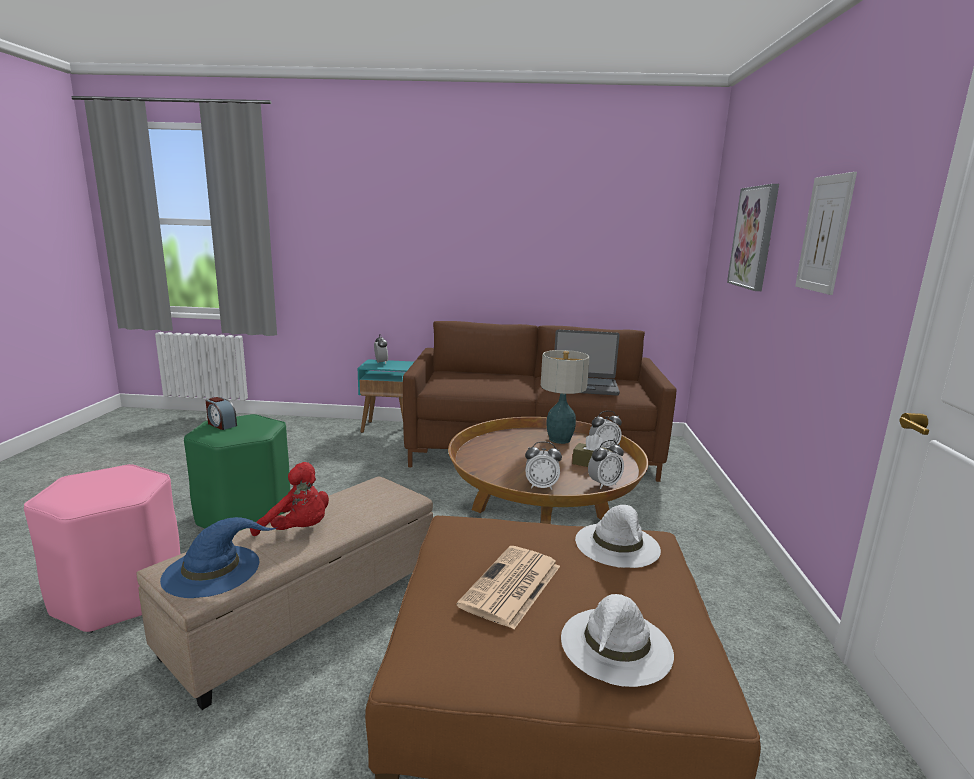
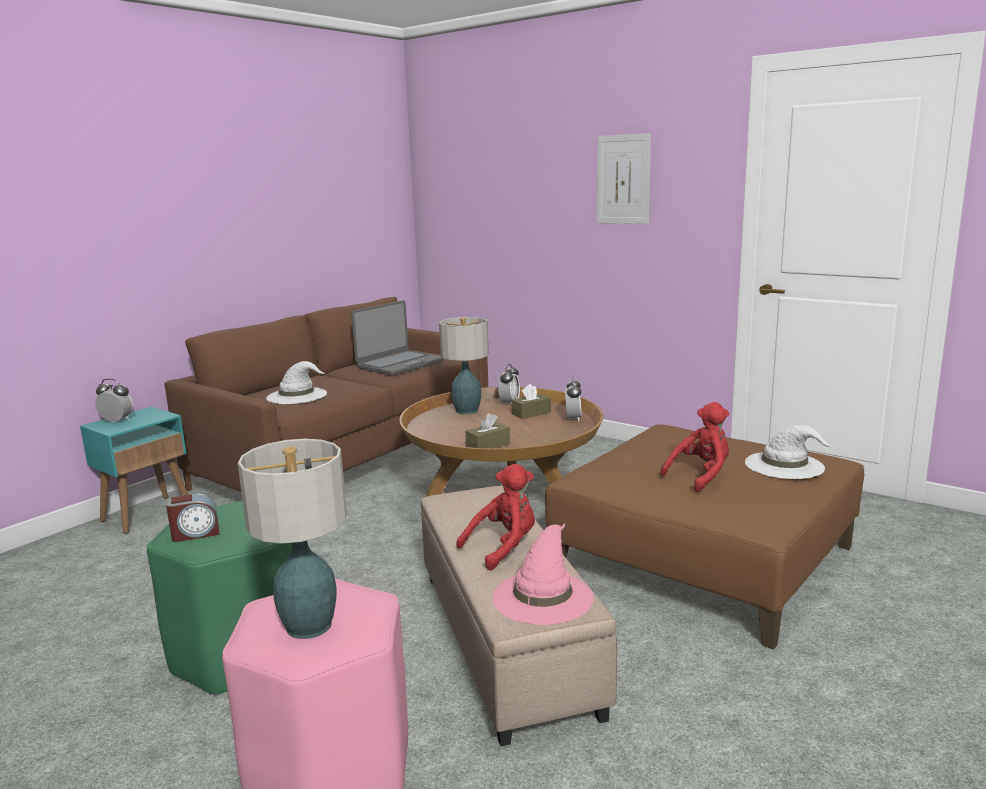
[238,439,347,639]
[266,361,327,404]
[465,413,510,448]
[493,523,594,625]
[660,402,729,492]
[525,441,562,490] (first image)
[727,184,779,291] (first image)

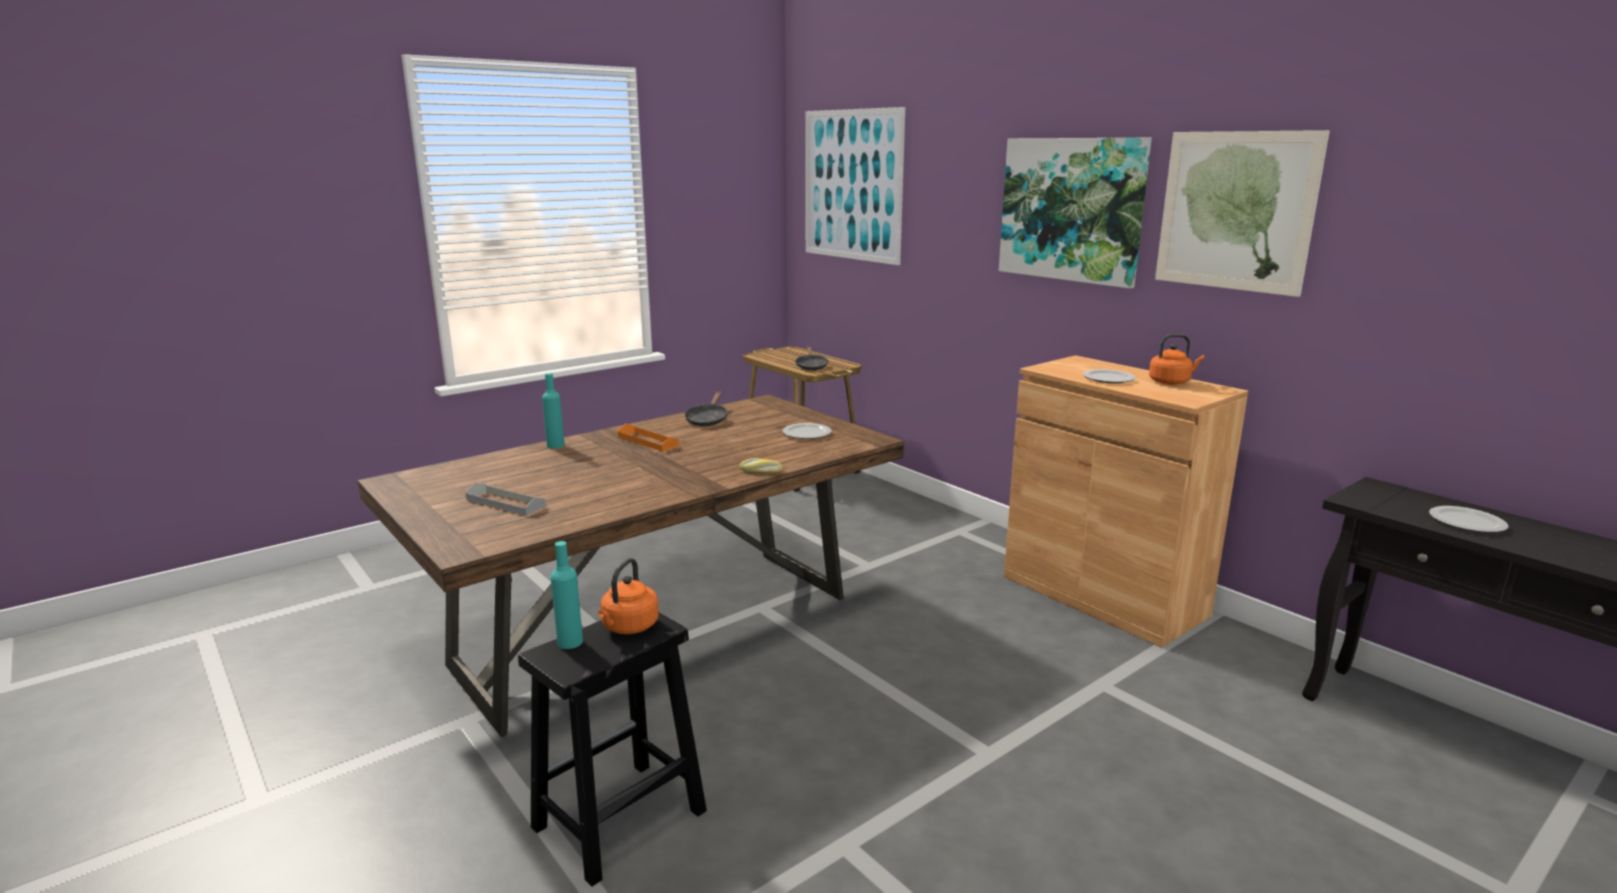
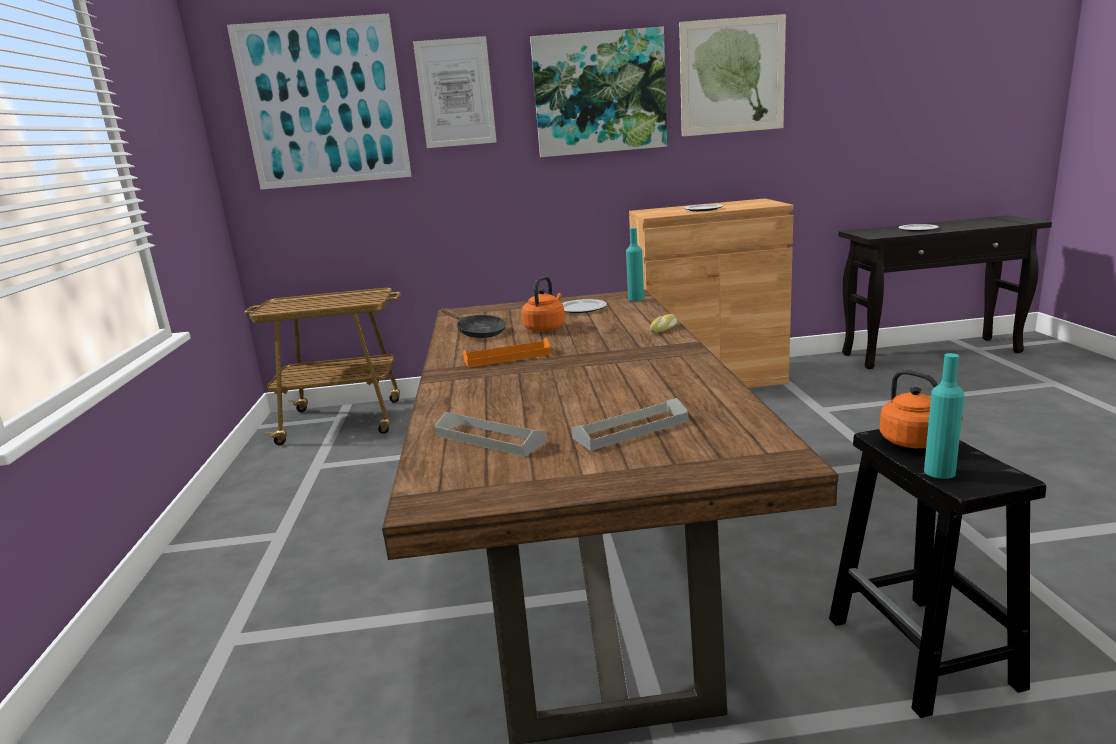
[413,36,497,148]
[435,412,546,457]
[522,276,565,332]
[626,228,644,301]
[795,346,829,370] (first image)

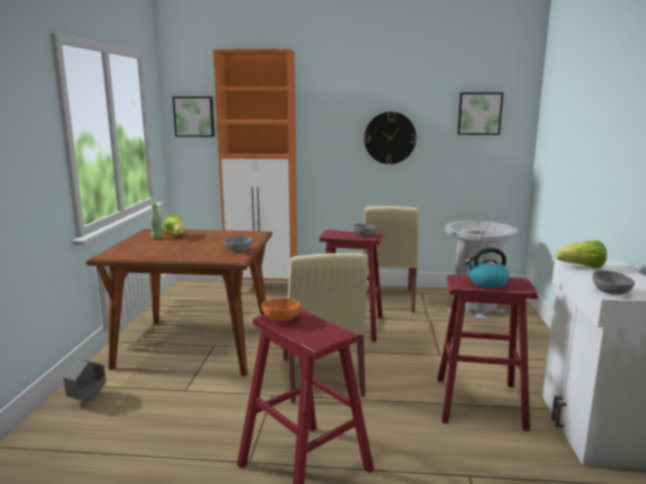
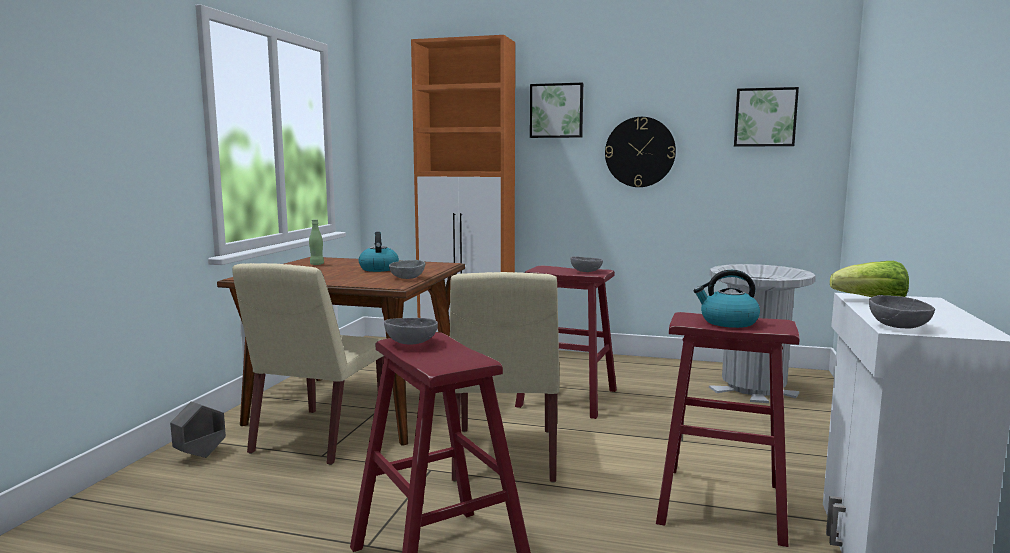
[232,263,384,465]
[359,232,399,272]
[384,318,438,344]
[530,83,583,138]
[163,215,184,235] (first image)

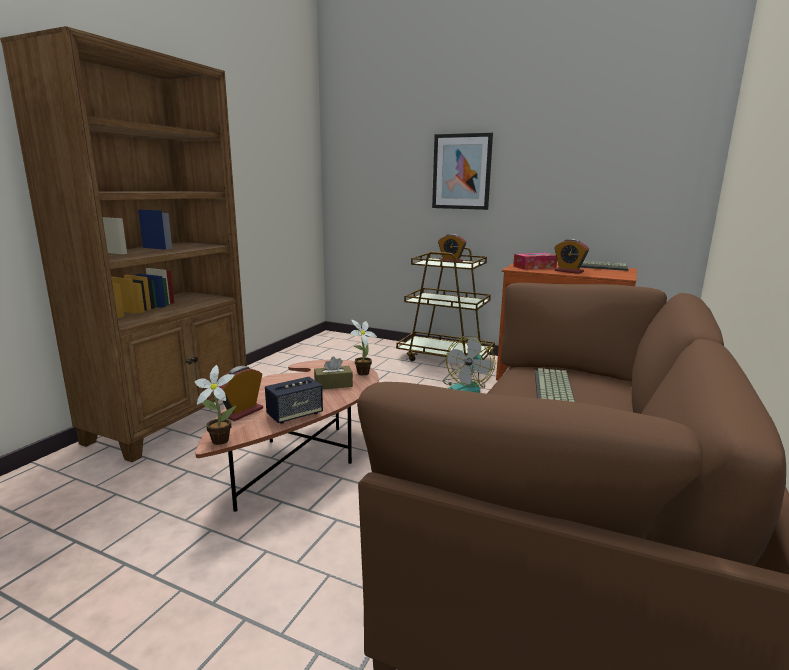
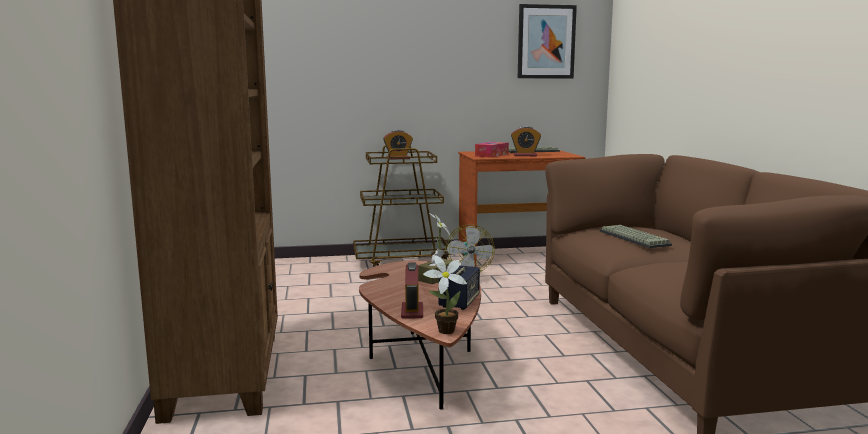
[518,4,577,78]

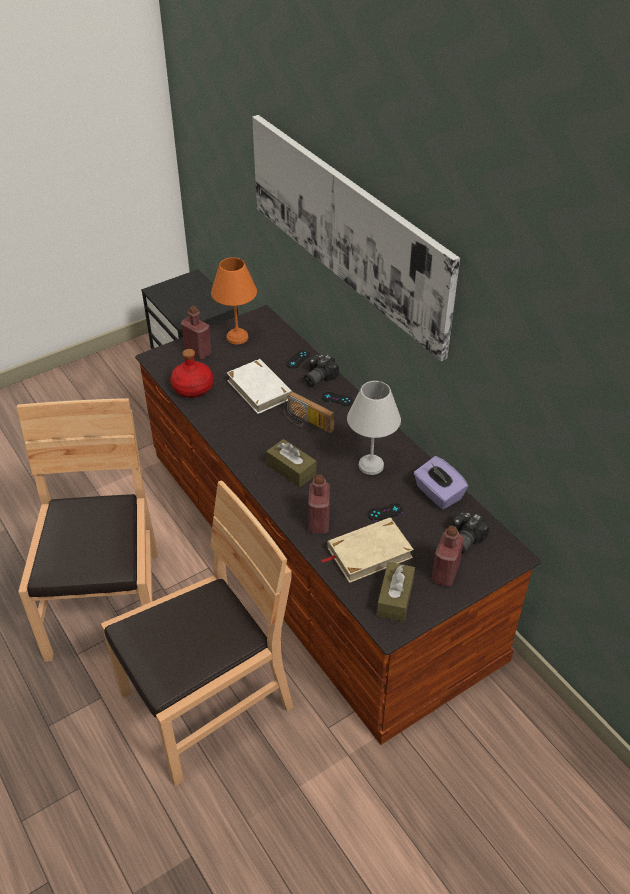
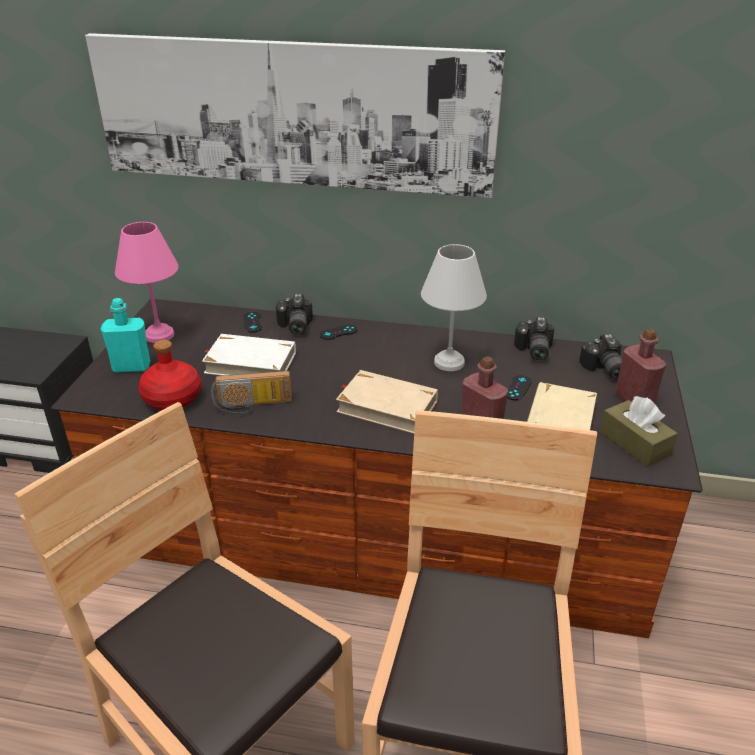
[100,298,150,373]
[115,222,179,343]
[211,371,292,416]
[336,370,438,434]
[514,317,554,361]

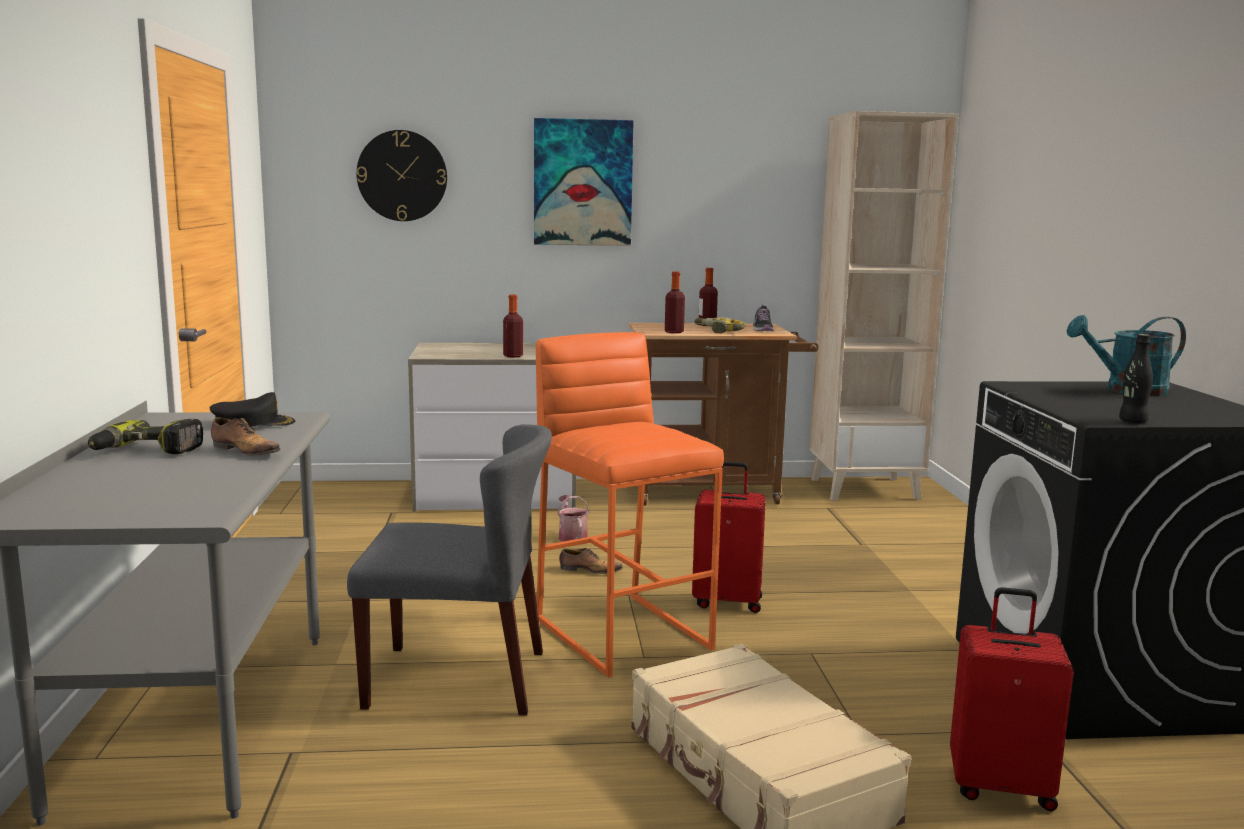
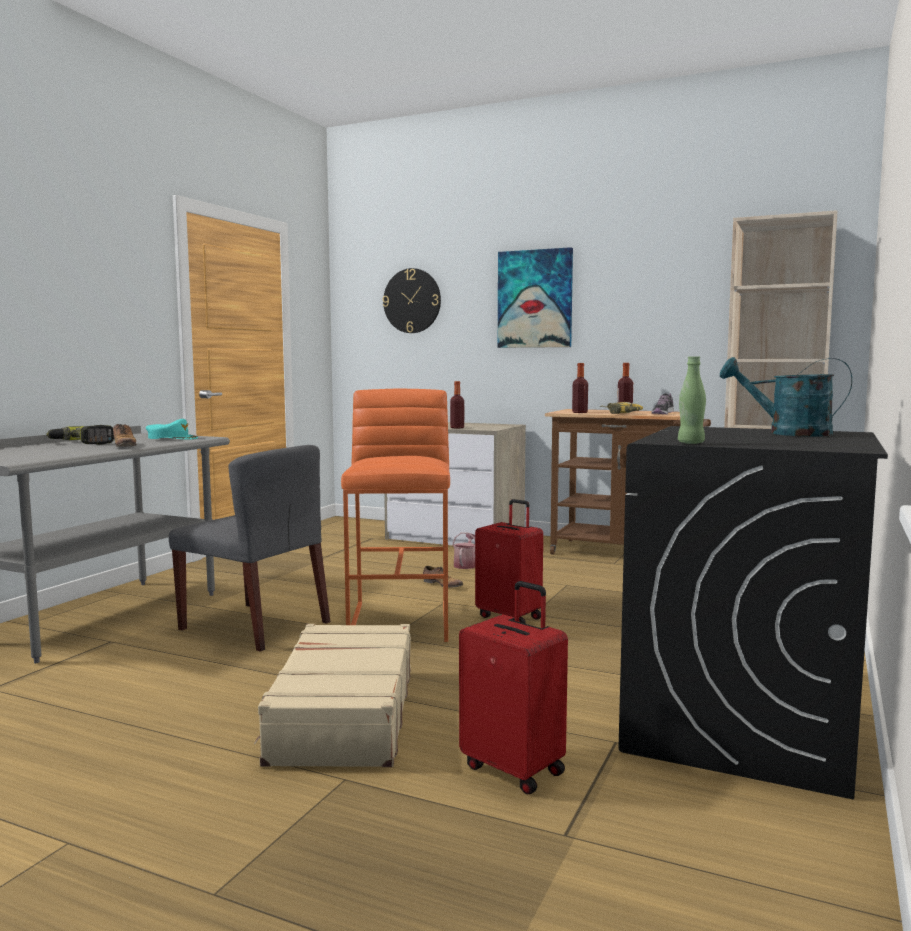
[146,419,198,440]
[678,357,706,444]

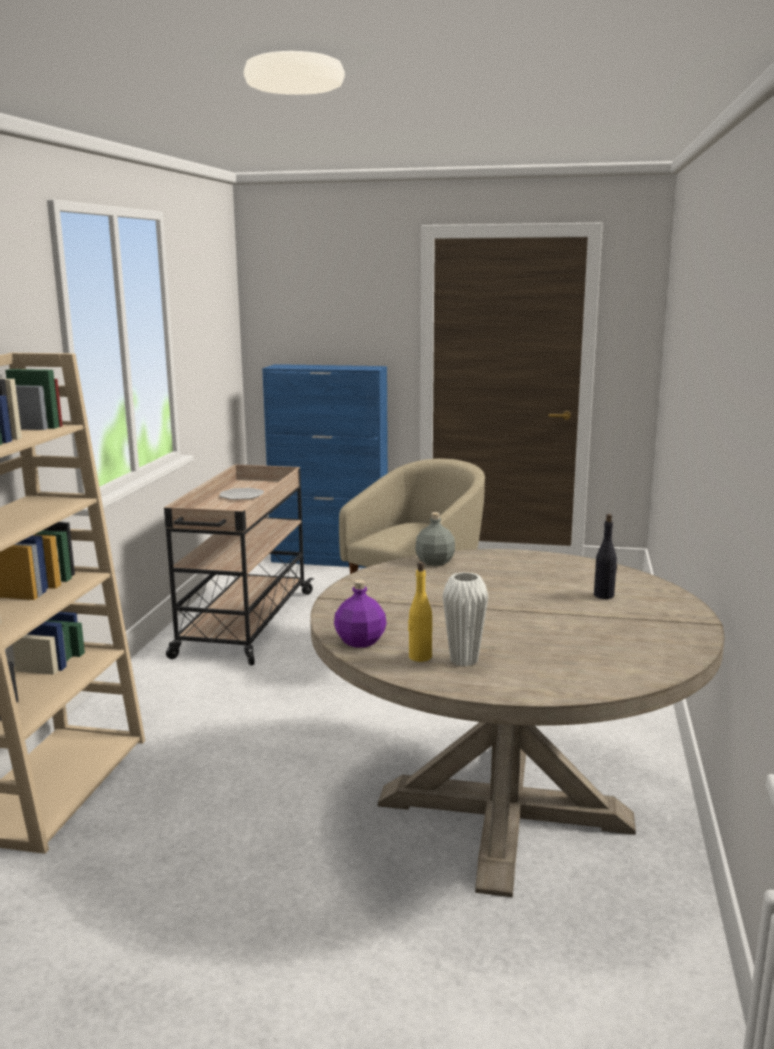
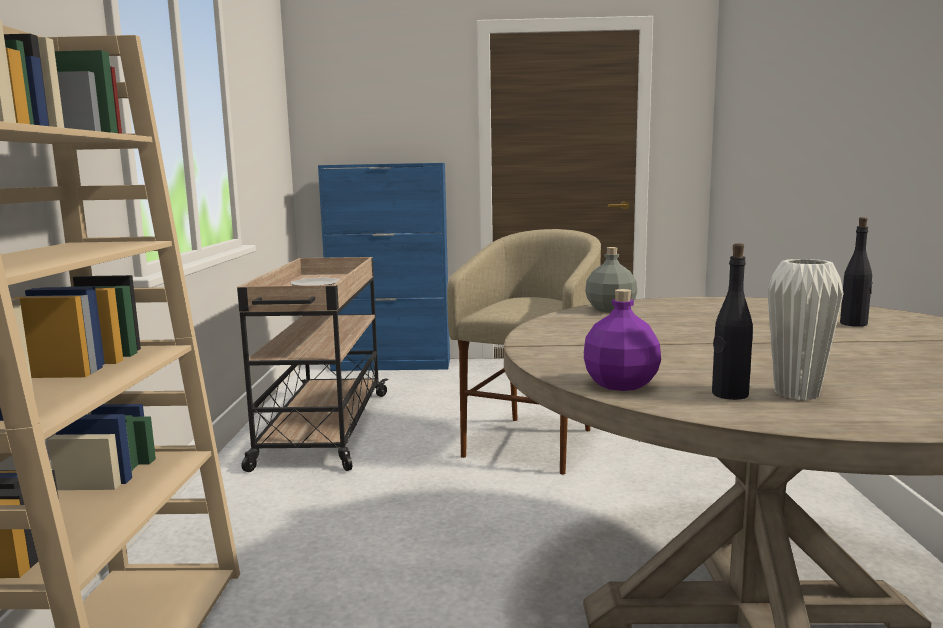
[712,243,753,400]

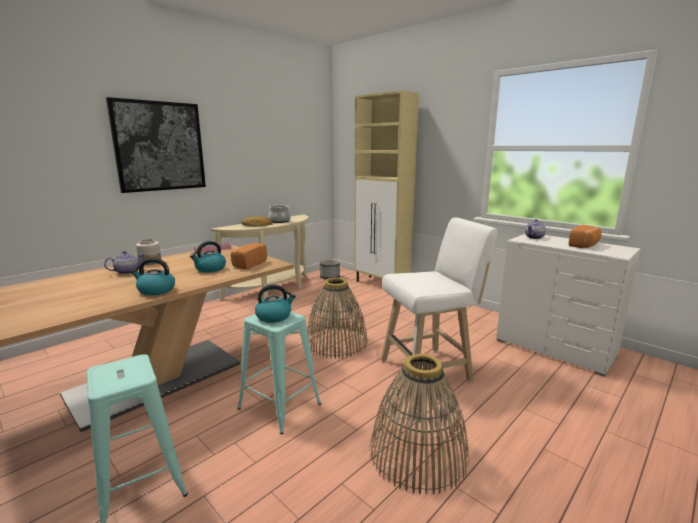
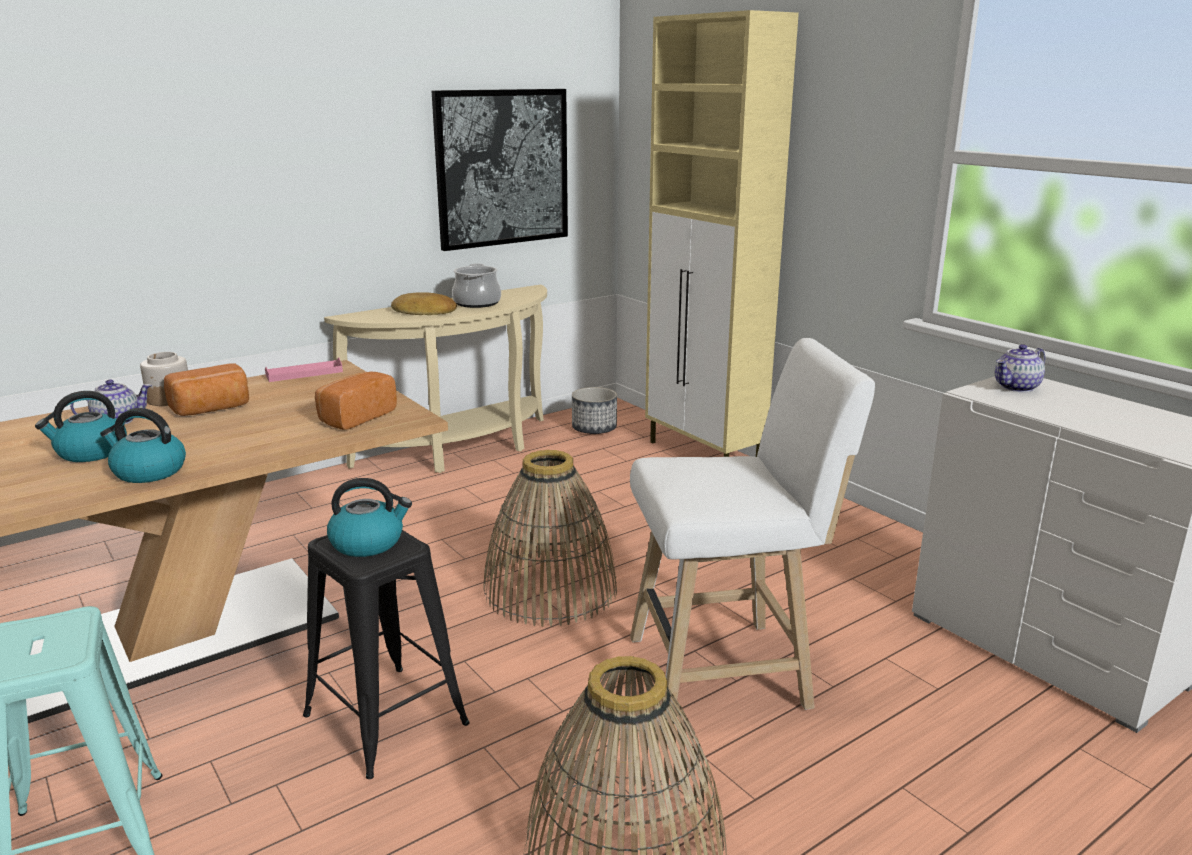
[35,391,127,462]
[164,363,249,416]
[303,530,470,779]
[432,89,568,251]

